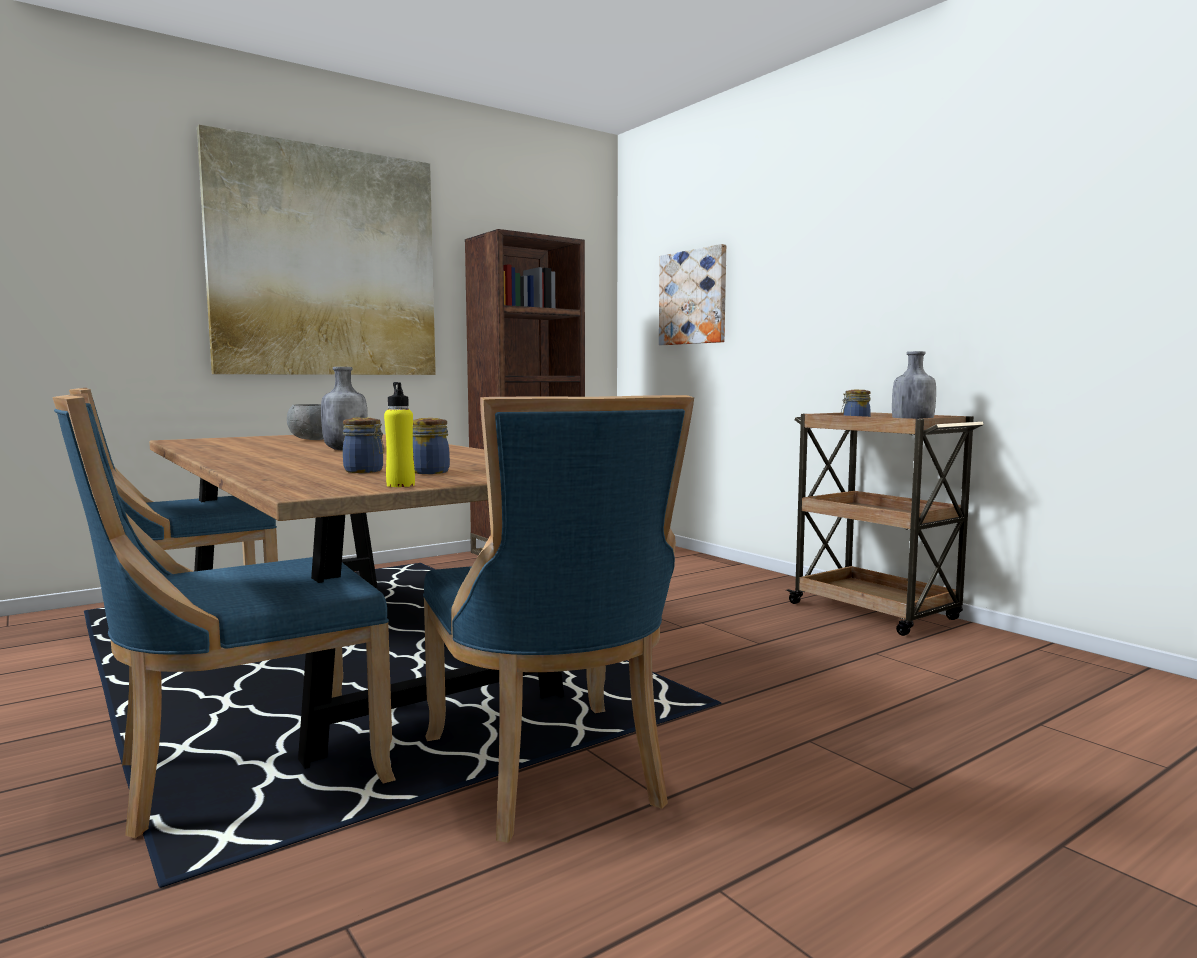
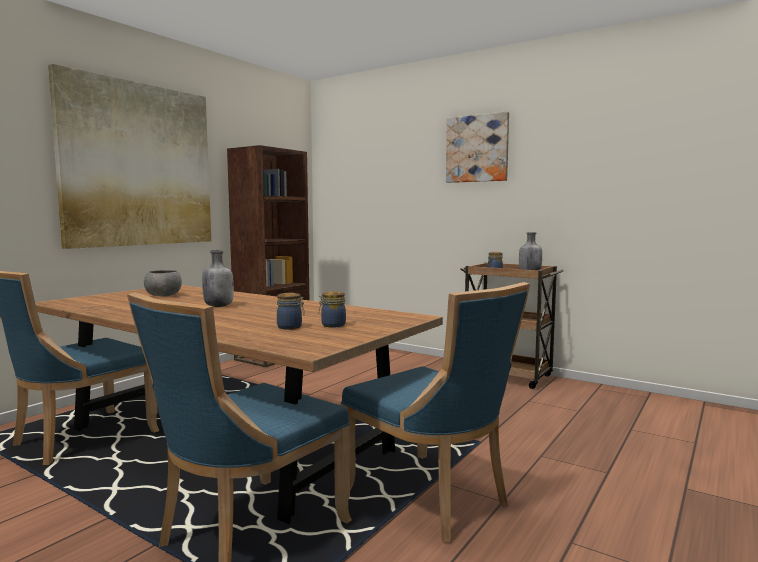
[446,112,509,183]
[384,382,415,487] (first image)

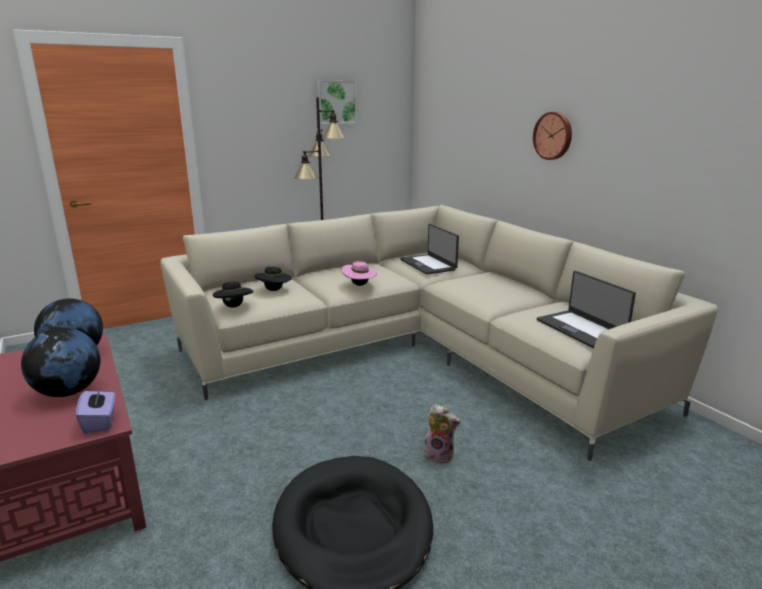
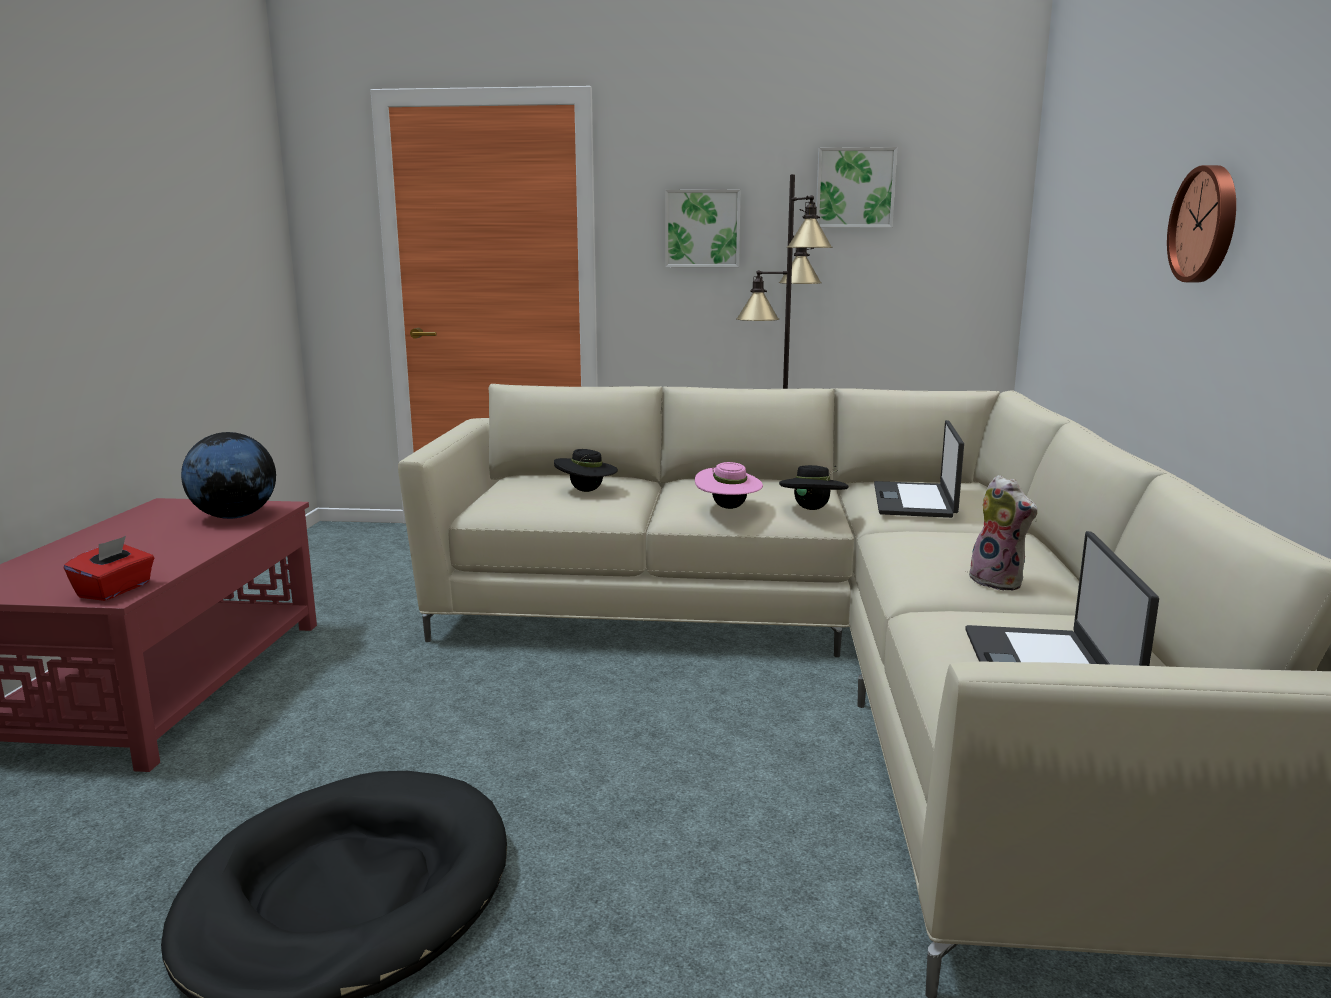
[64,536,154,601]
[665,189,741,267]
[779,465,848,510]
[968,475,1038,590]
[21,328,100,397] (first image)

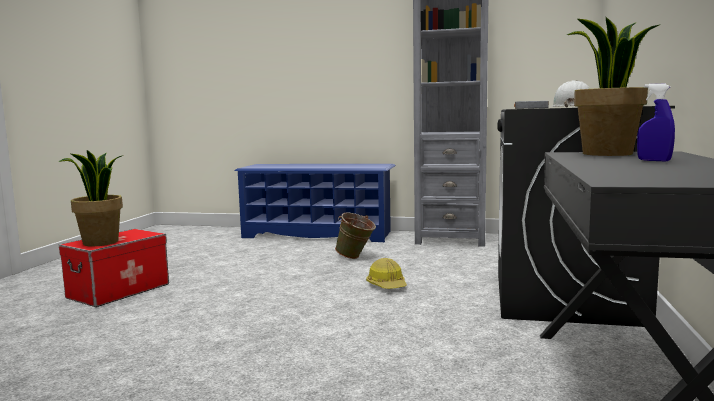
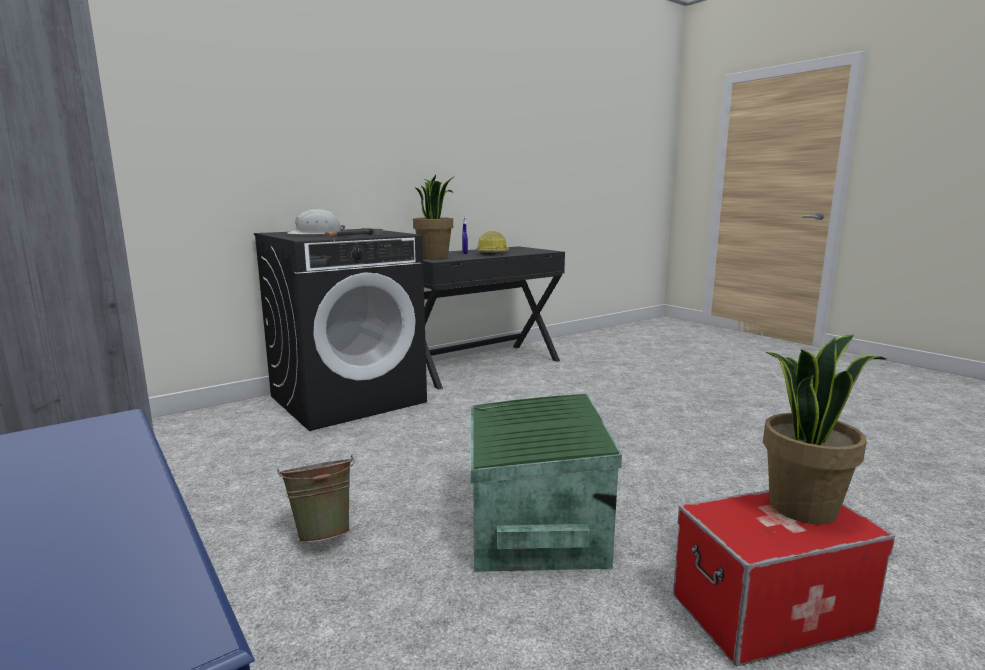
[471,394,622,572]
[476,231,509,256]

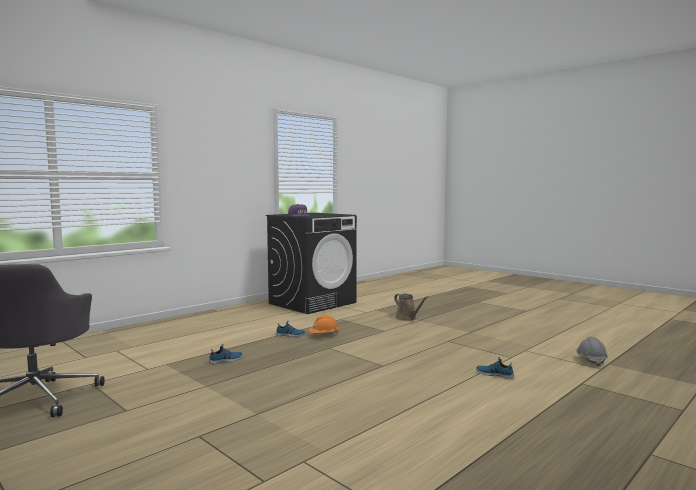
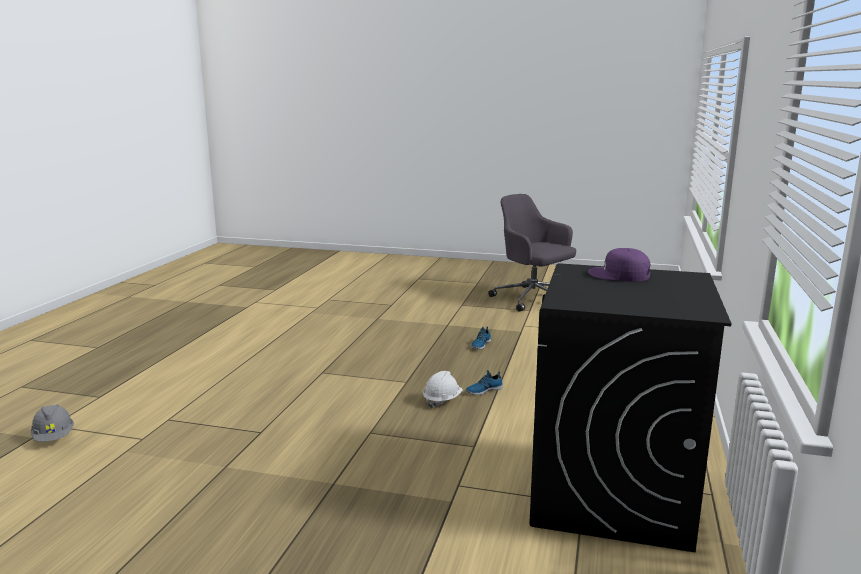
[423,371,463,408]
[394,294,428,321] (first image)
[476,357,514,379] (first image)

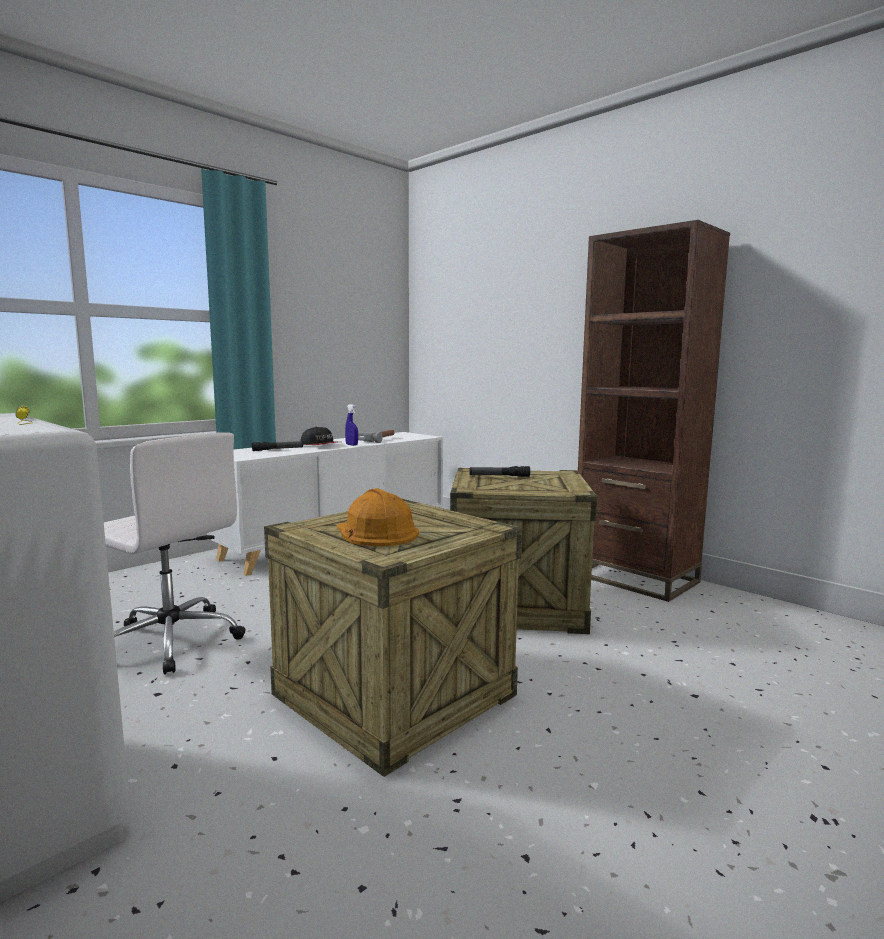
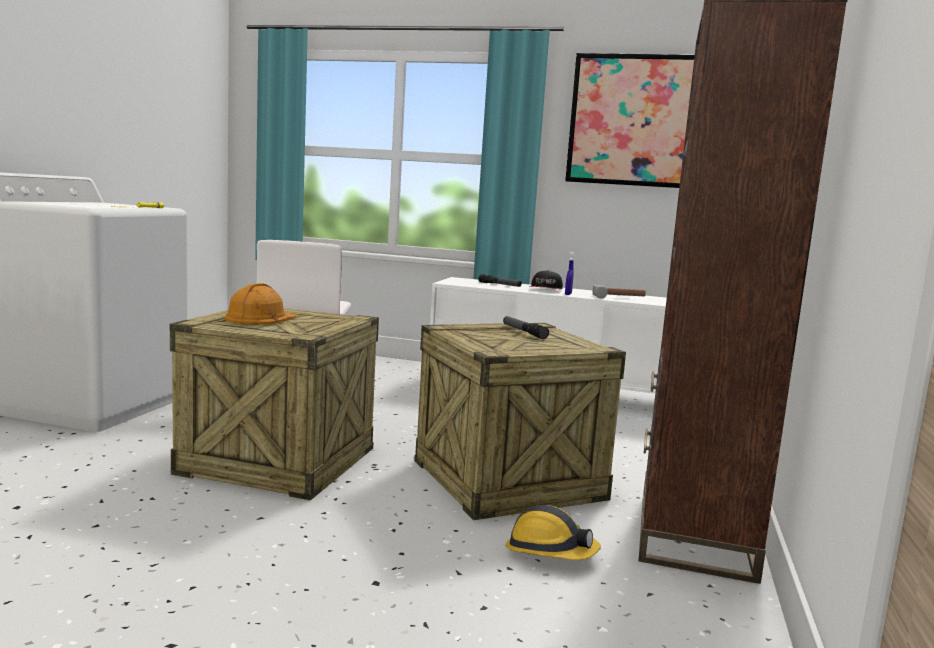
[505,505,601,560]
[565,53,695,188]

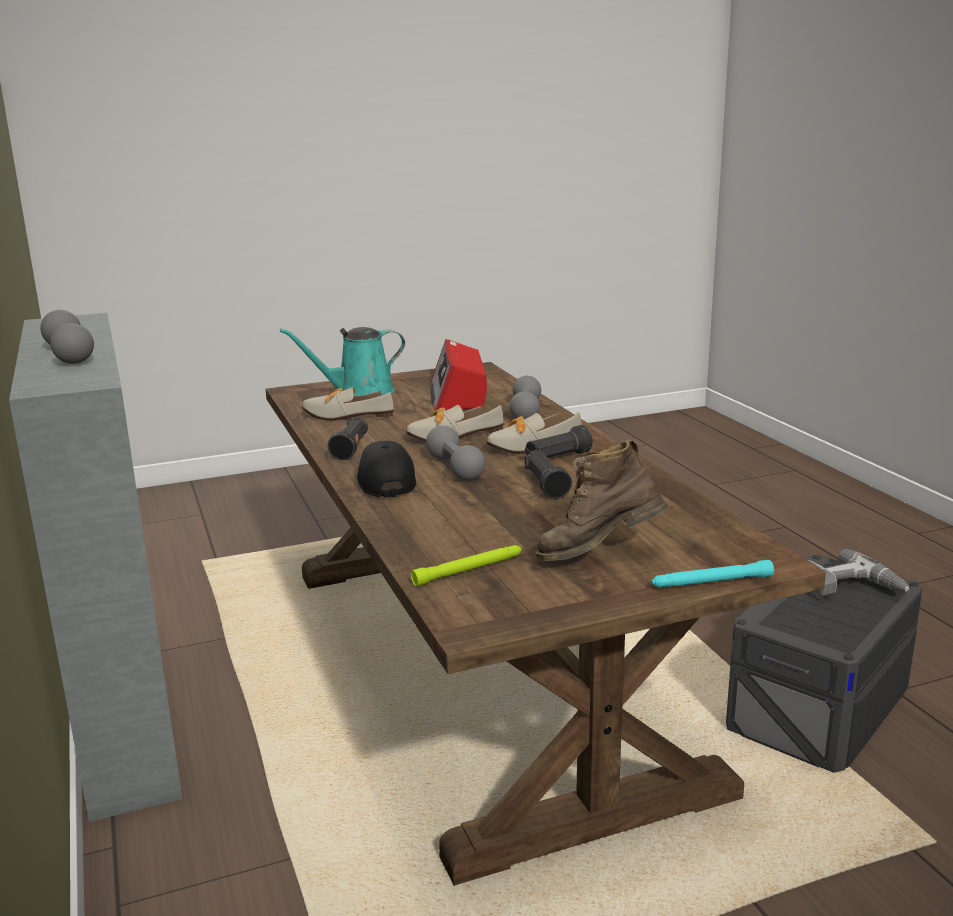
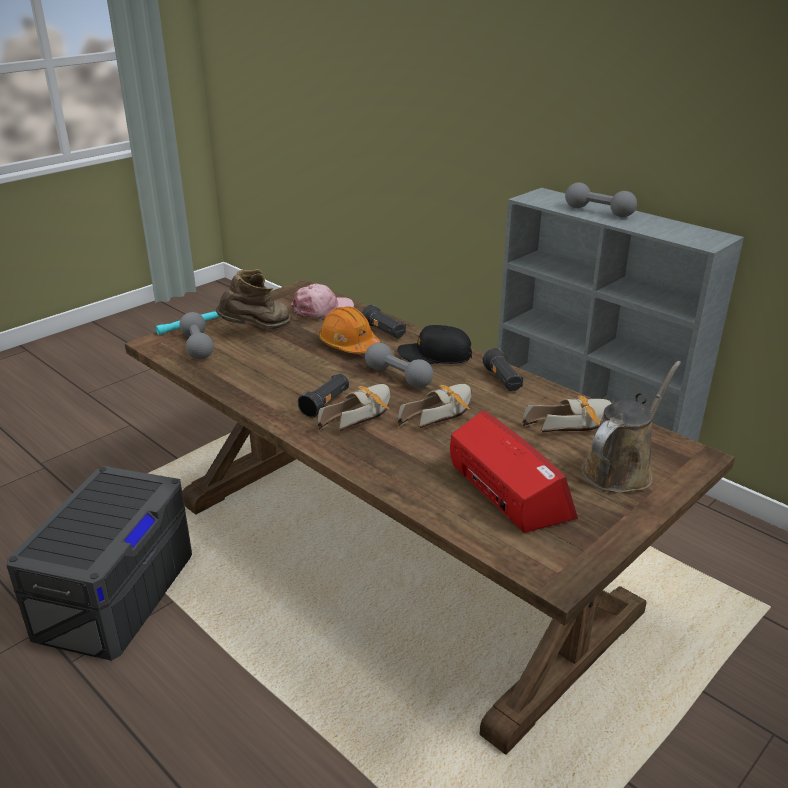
[179,312,214,360]
[291,284,354,319]
[319,307,380,354]
[362,305,406,338]
[397,325,472,364]
[581,361,681,493]
[808,549,909,598] (first image)

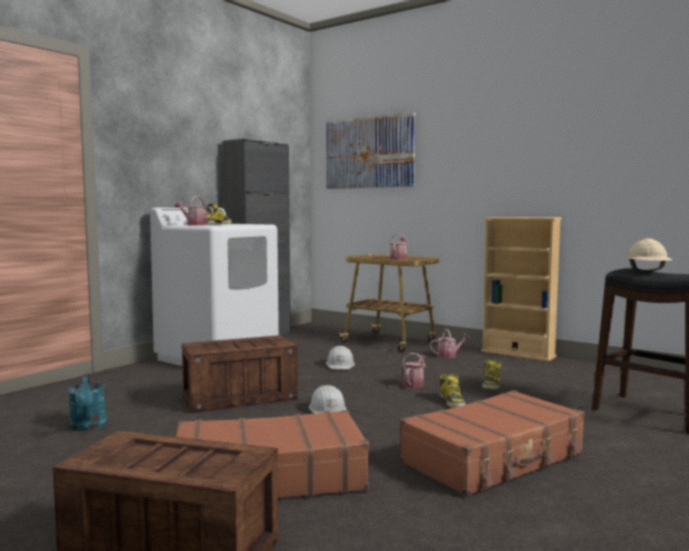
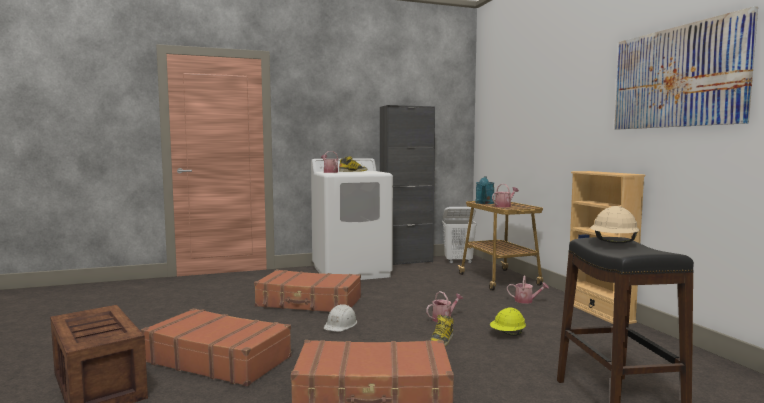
[254,270,361,312]
[442,207,477,263]
[475,176,494,204]
[490,307,526,336]
[614,6,758,129]
[326,346,355,369] (first image)

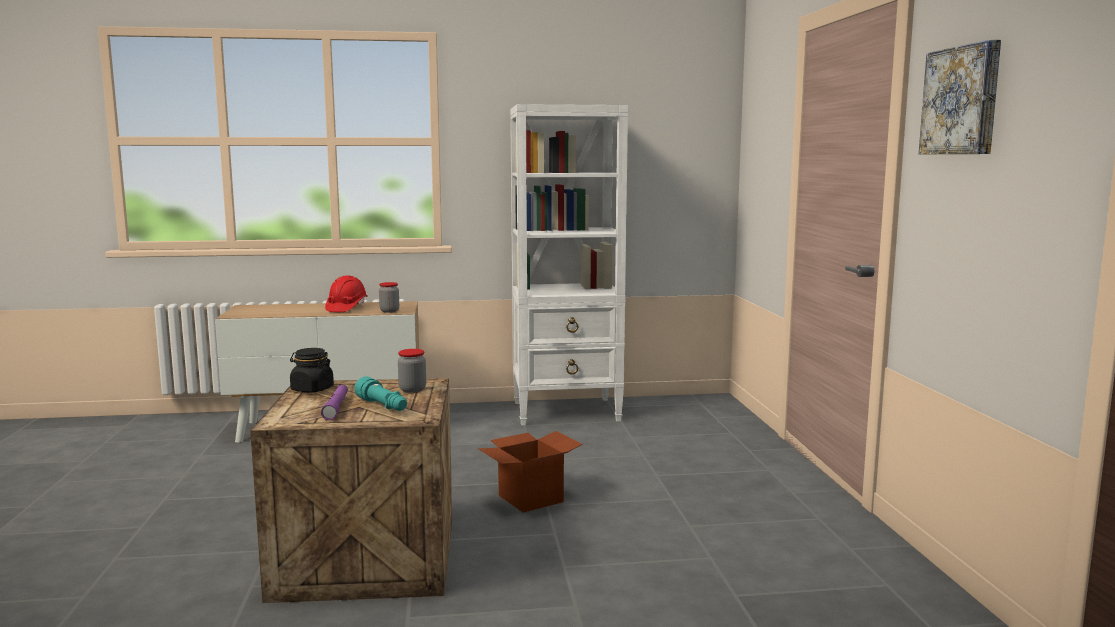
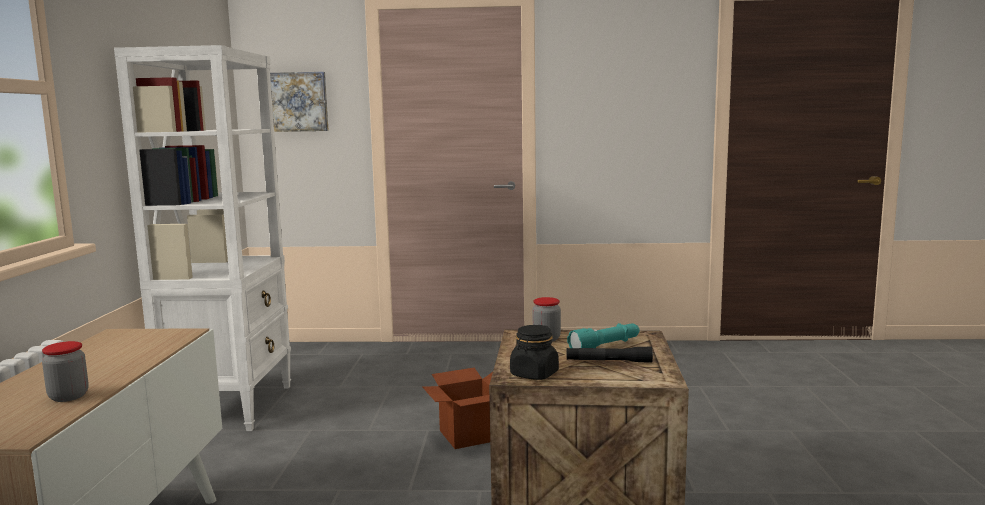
[42,341,88,402]
[270,72,329,132]
[567,347,653,363]
[325,276,368,312] (first image)

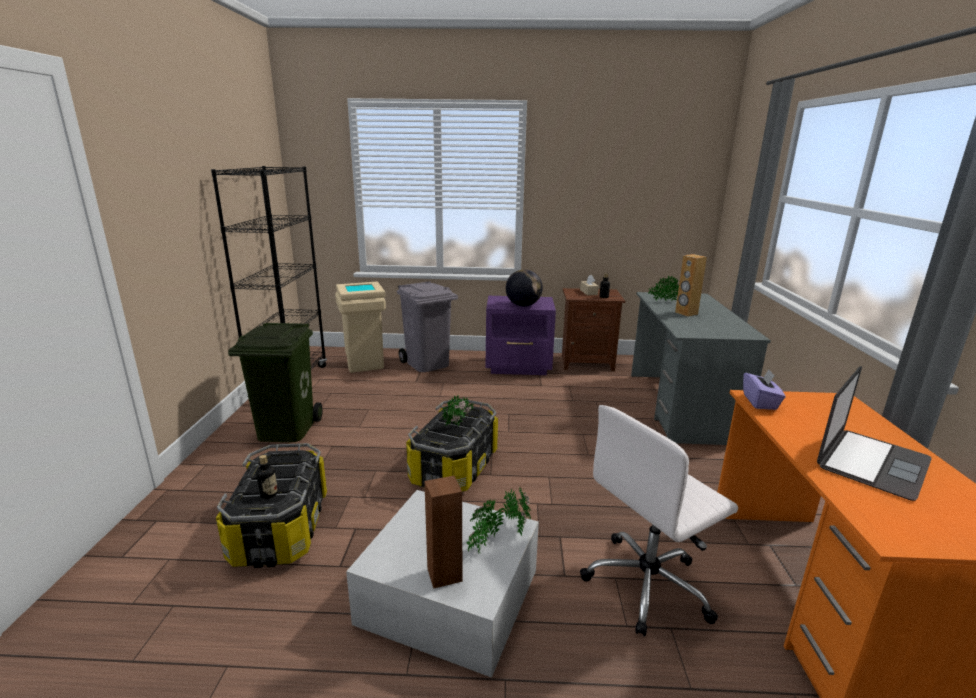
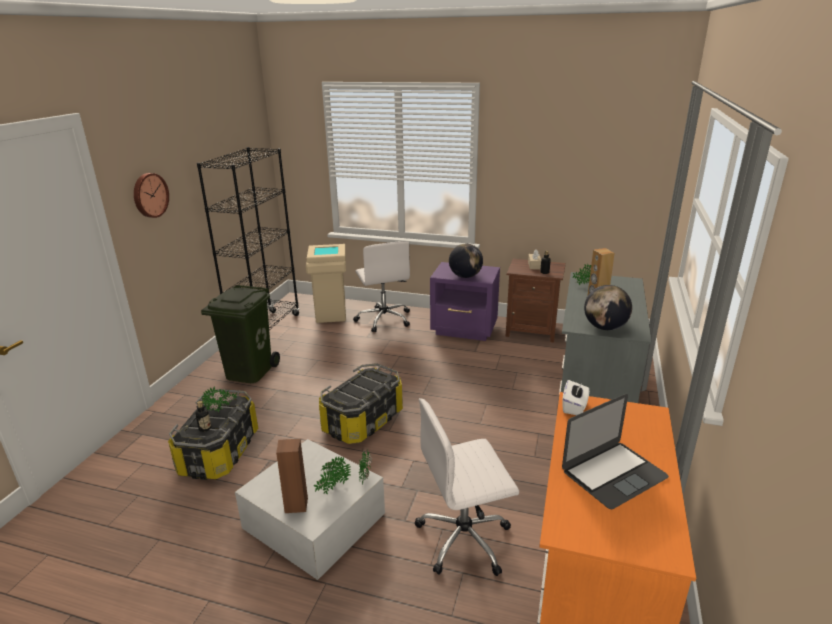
[134,173,169,218]
[202,386,237,412]
[353,241,410,332]
[562,380,589,415]
[584,285,632,330]

